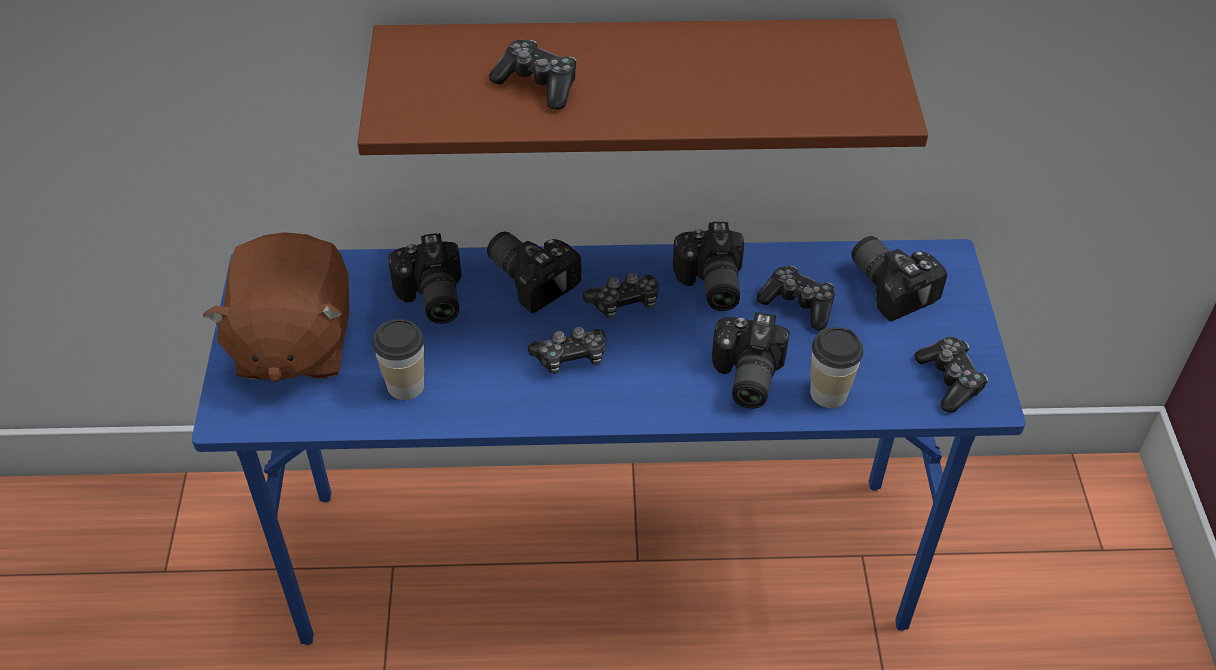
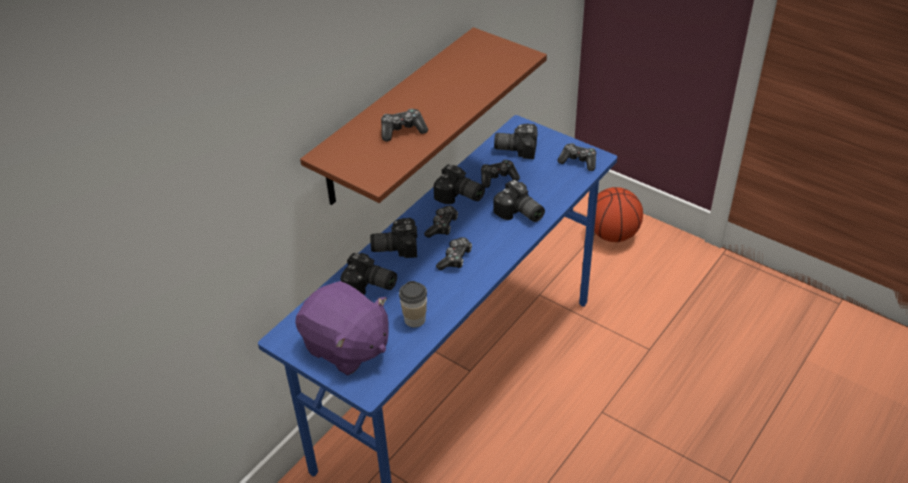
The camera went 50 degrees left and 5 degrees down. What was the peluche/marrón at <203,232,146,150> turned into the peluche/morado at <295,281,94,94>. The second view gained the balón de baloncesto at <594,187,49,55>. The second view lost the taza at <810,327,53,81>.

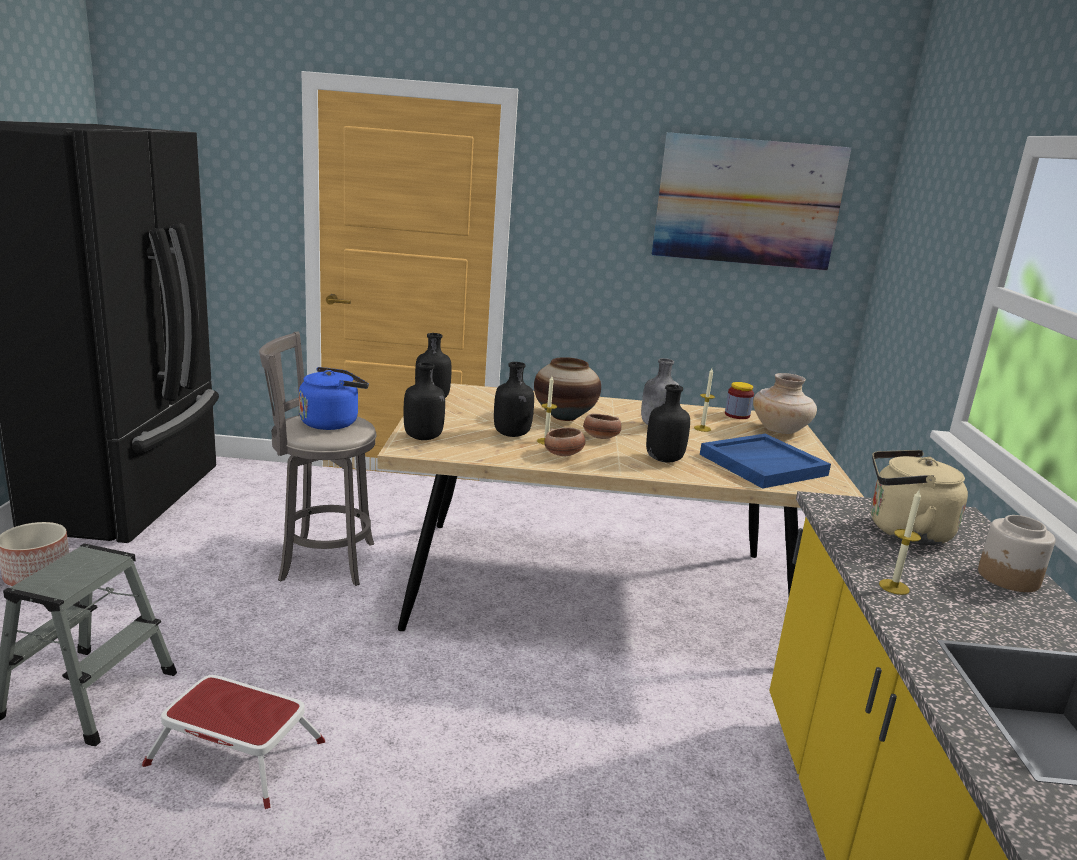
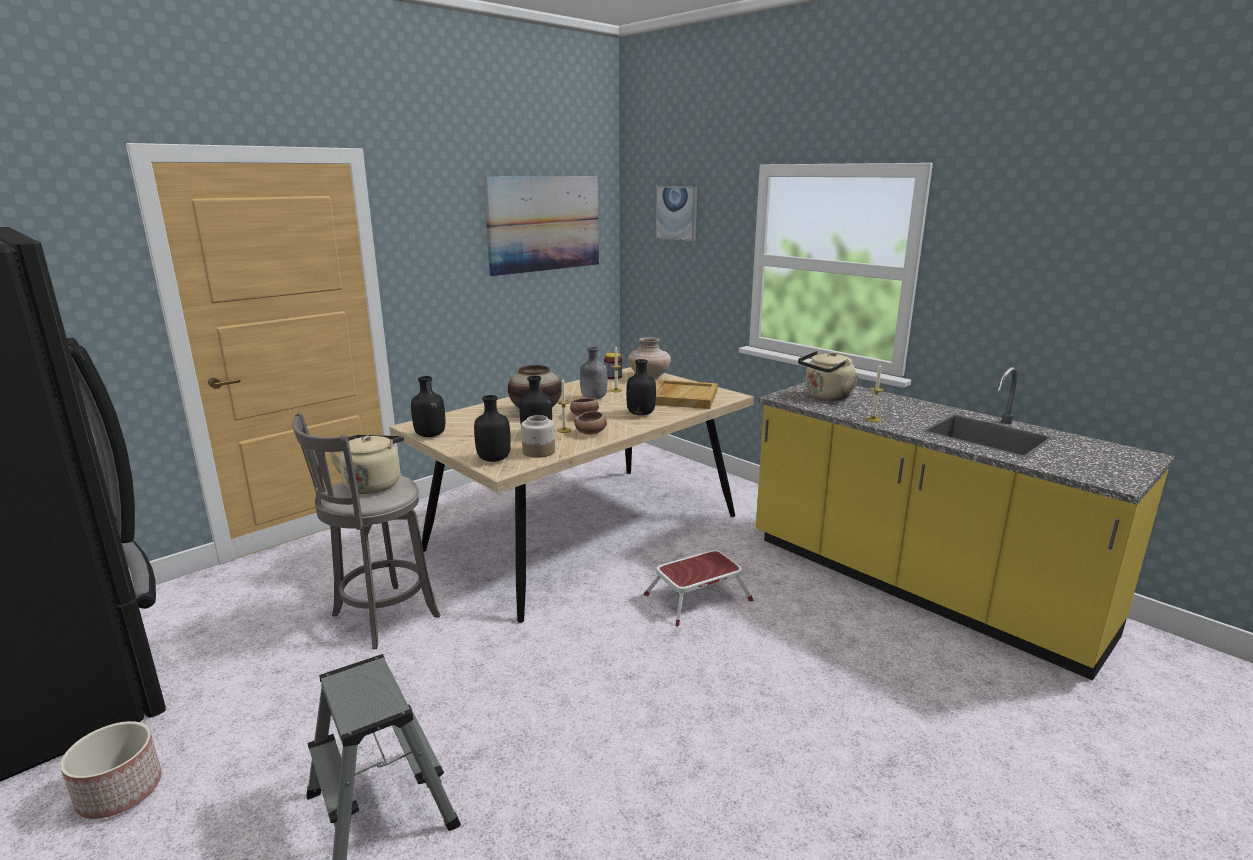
The camera went 45 degrees left and 0 degrees up. What was the hervidor/azul at <299,367,70,63> turned into the hervidor/beis at <329,435,75,59>. The tarro ended up elsewhere, having gone from <978,515,77,77> to <521,415,34,43>. The escalera de tijera/rojo ended up elsewhere, having gone from <142,675,183,134> to <644,550,109,77>. What was the bandeja/azul at <700,434,131,55> turned into the bandeja/beis at <655,380,63,29>. The second view gained the cuadro at <656,186,41,56>.

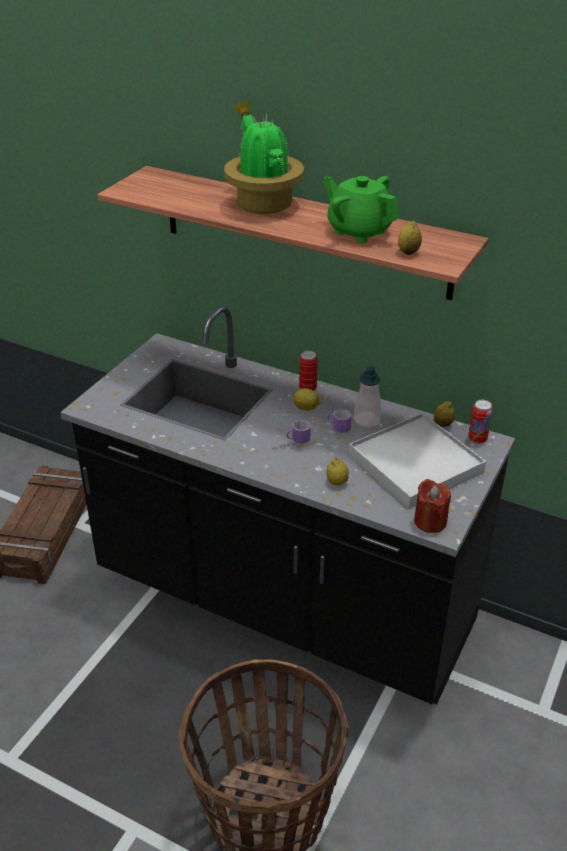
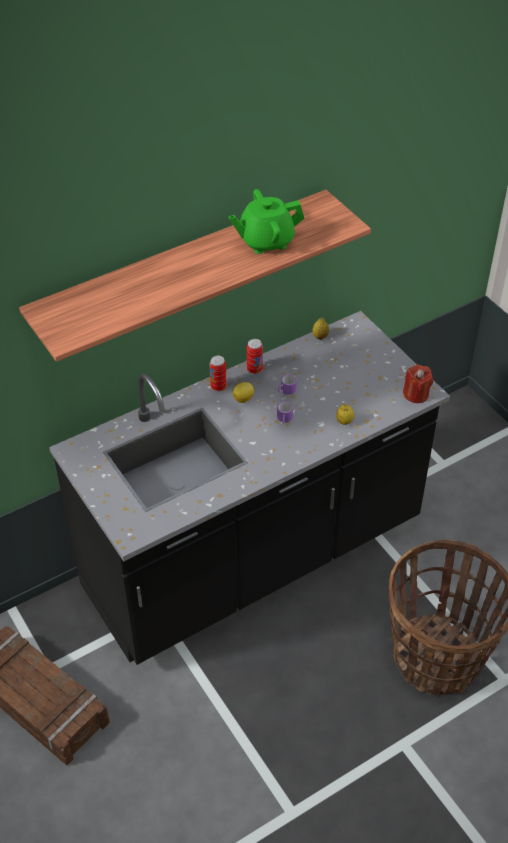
The camera went 60 degrees left and 10 degrees up. The lata ended up elsewhere, having gone from <468,400,24,44> to <247,339,16,35>. The second view lost the planta en maceta at <224,101,80,113>. The second view lost the bandeja/blanco at <349,413,137,96>. The second view lost the dispensador de jabón at <354,366,27,61>. The second view lost the limón at <398,221,24,34>.

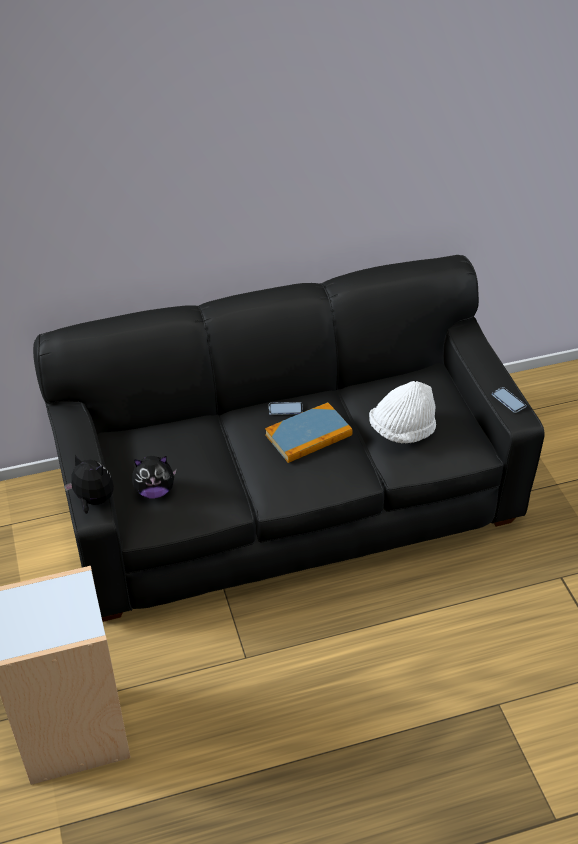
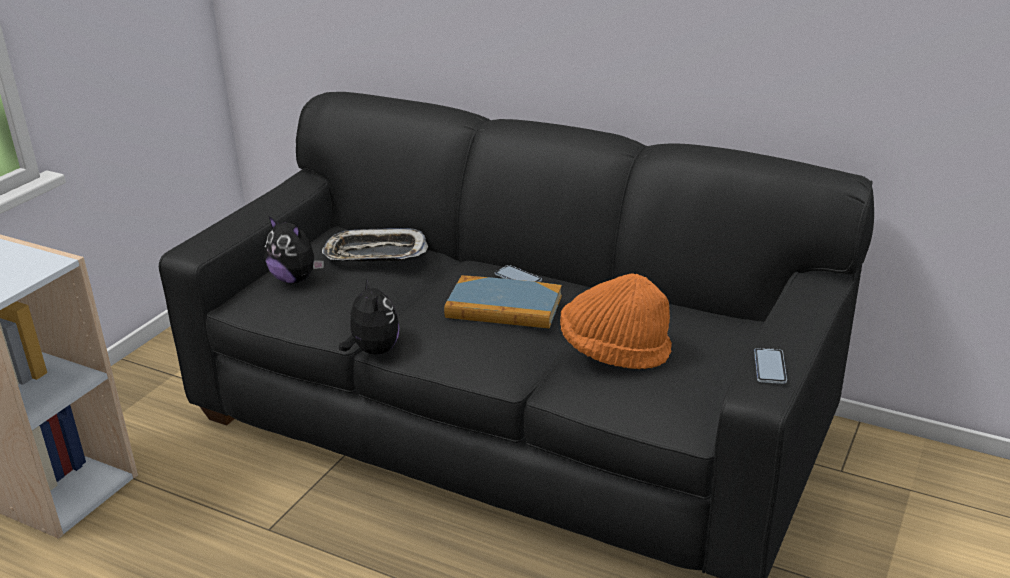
The camera went 45 degrees right and 15 degrees down. The second view gained the bandeja at <322,228,106,33>. The peluche ended up elsewhere, having gone from <64,455,50,59> to <339,276,61,79>. What was the sombrero/blanco at <369,381,67,62> turned into the sombrero/naranja at <560,273,112,96>.

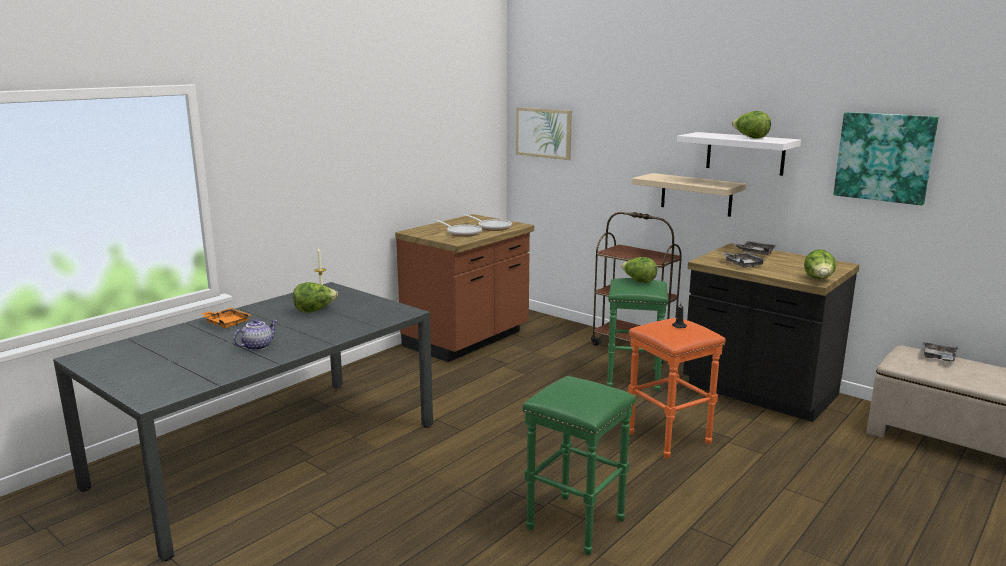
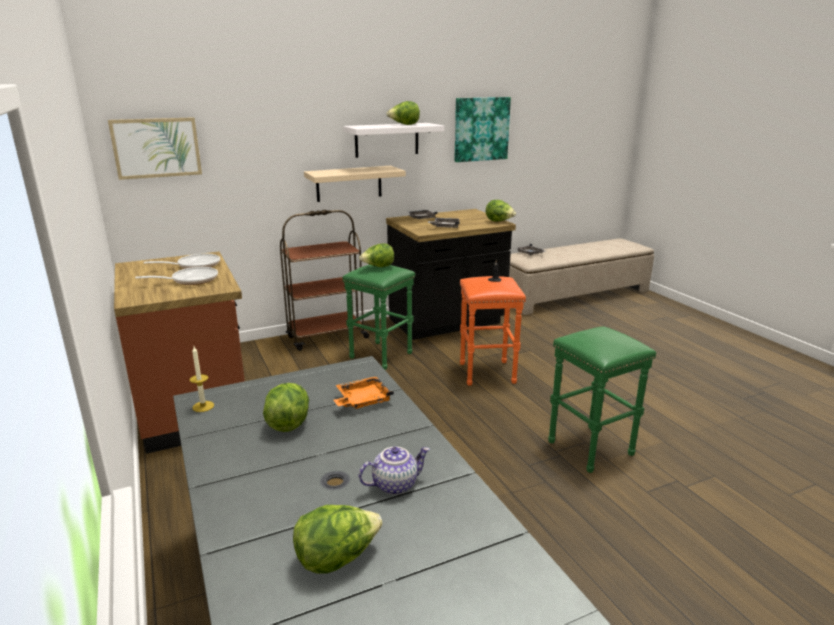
The camera went 65 degrees left and 5 degrees up. The second view gained the lechuga at <293,505,89,68>. The bandeja/naranja ended up elsewhere, having gone from <202,307,49,21> to <333,377,61,32>. The tetera at <233,319,45,31> ended up facing another way, 90 degrees clockwise from before.

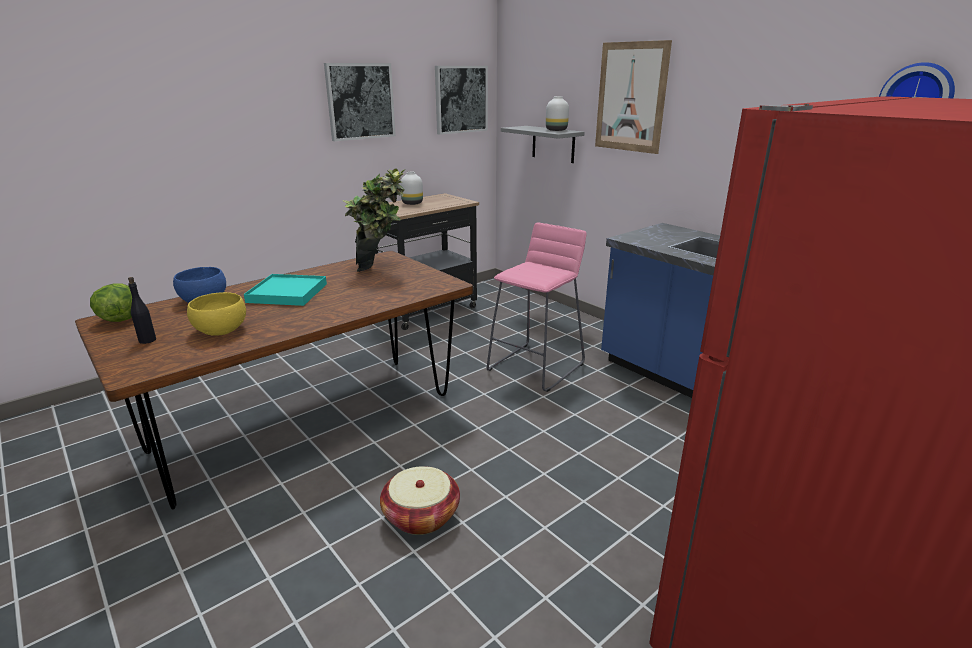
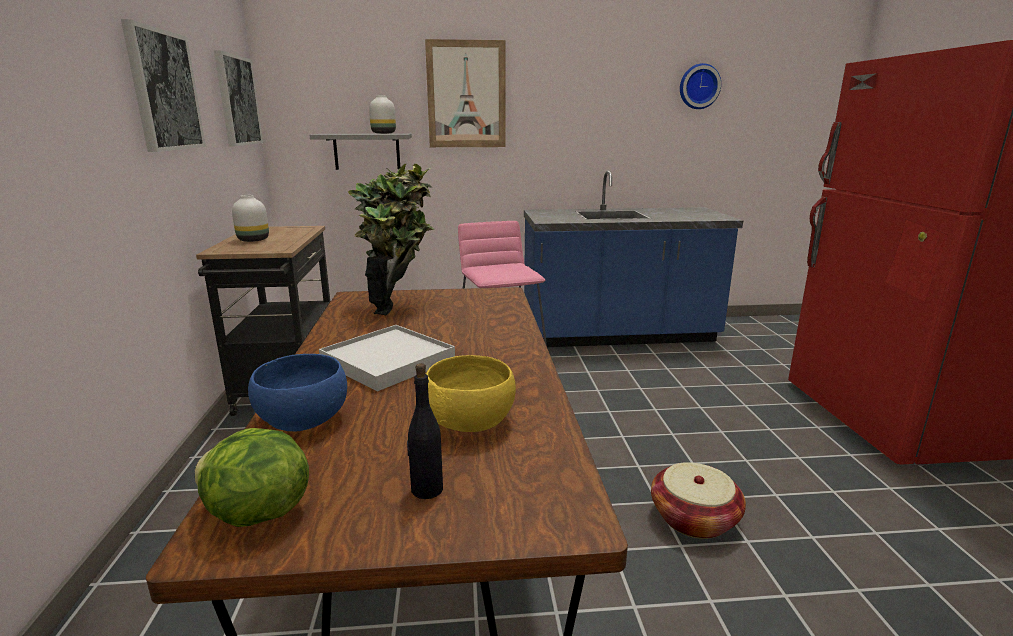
The camera went 55 degrees left and 5 degrees down. What was the bandeja/turquesa at <244,274,83,32> turned into the bandeja/blanco at <319,325,136,66>.

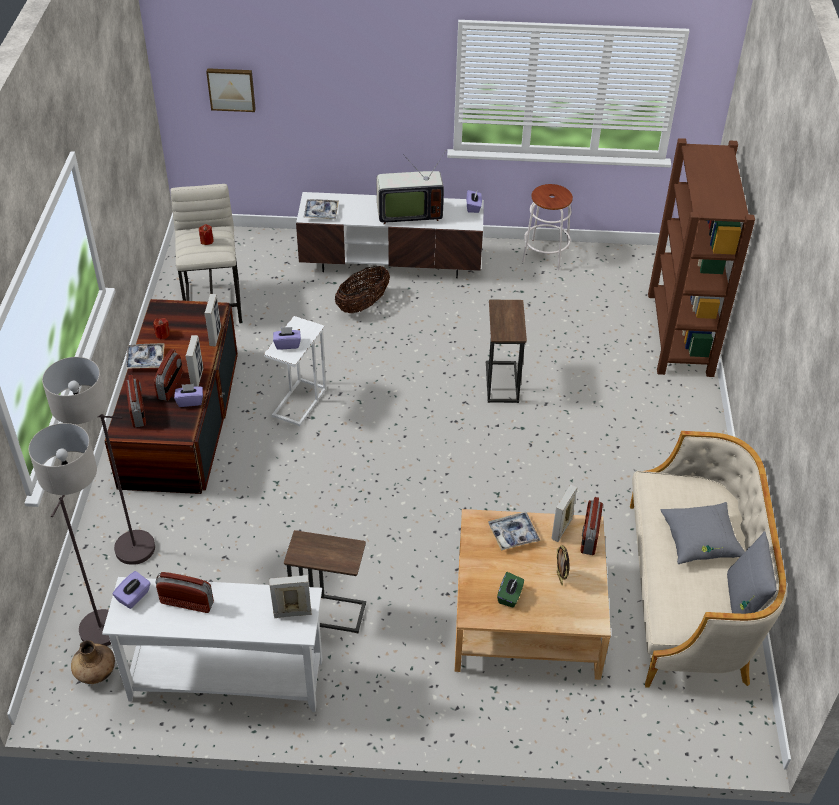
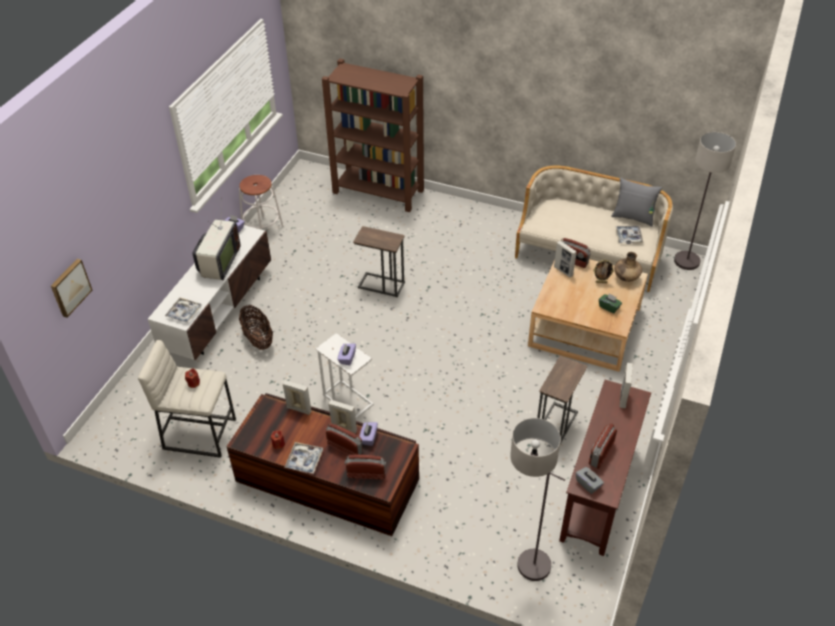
The camera went 70 degrees left and 0 degrees up. What was the mesa consola/blanco at <102,577,221,135> turned into the mesa consola/marrón at <559,380,92,176>. What was the caja de pañuelos/morado at <113,571,38,38> turned into the caja de pañuelos/gris at <575,467,29,27>. The florero/marrón ended up elsewhere, having gone from <71,640,44,44> to <614,252,28,30>. The bandeja ended up elsewhere, having gone from <488,512,52,39> to <615,226,28,18>. The lámpara de pie/gris ended up elsewhere, having gone from <42,357,113,208> to <674,132,62,138>. The second view lost the cojín/gris at <661,502,84,62>.

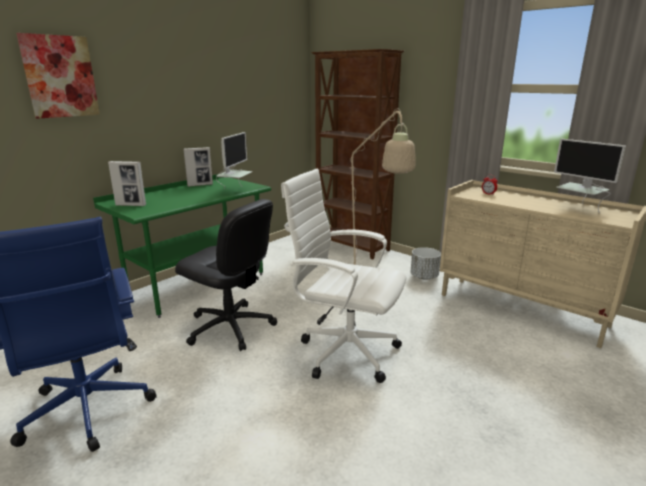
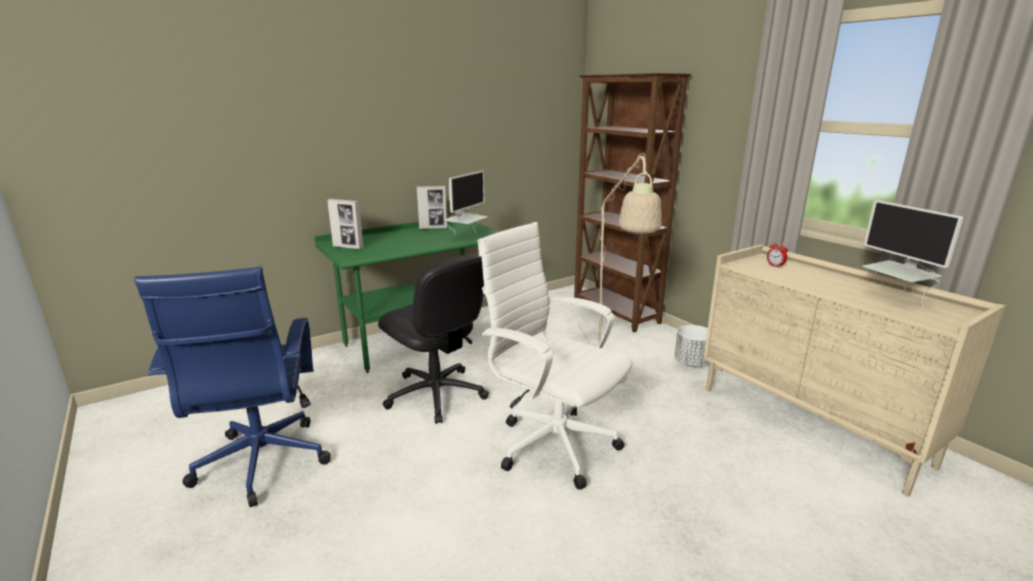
The camera went 15 degrees right and 0 degrees up. The second view lost the cuadro at <16,33,84,86>.

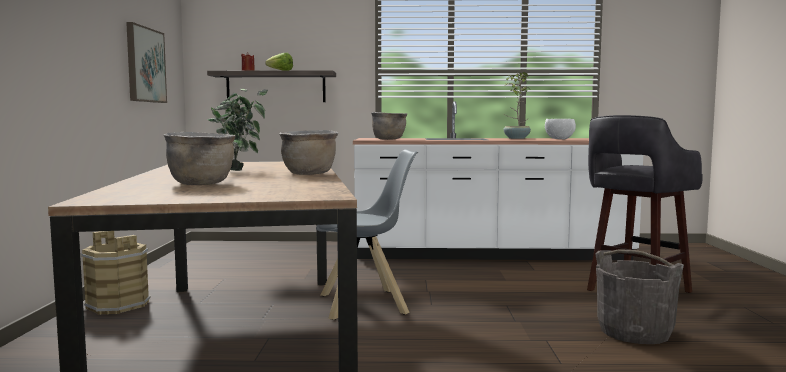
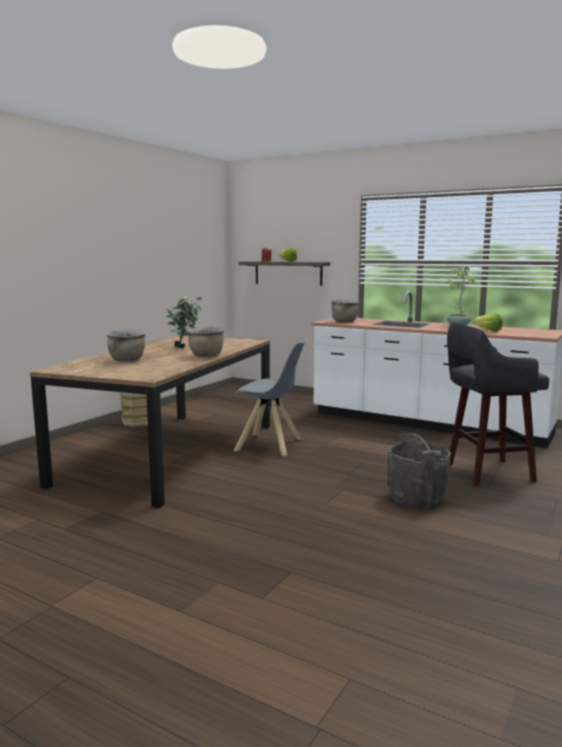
The camera went 30 degrees right and 5 degrees up. Where the cuenco/blanco stood at <545,119,31,20>, the lechuga came to stand at <473,314,30,18>. The second view lost the cuadro at <126,22,41,81>.

